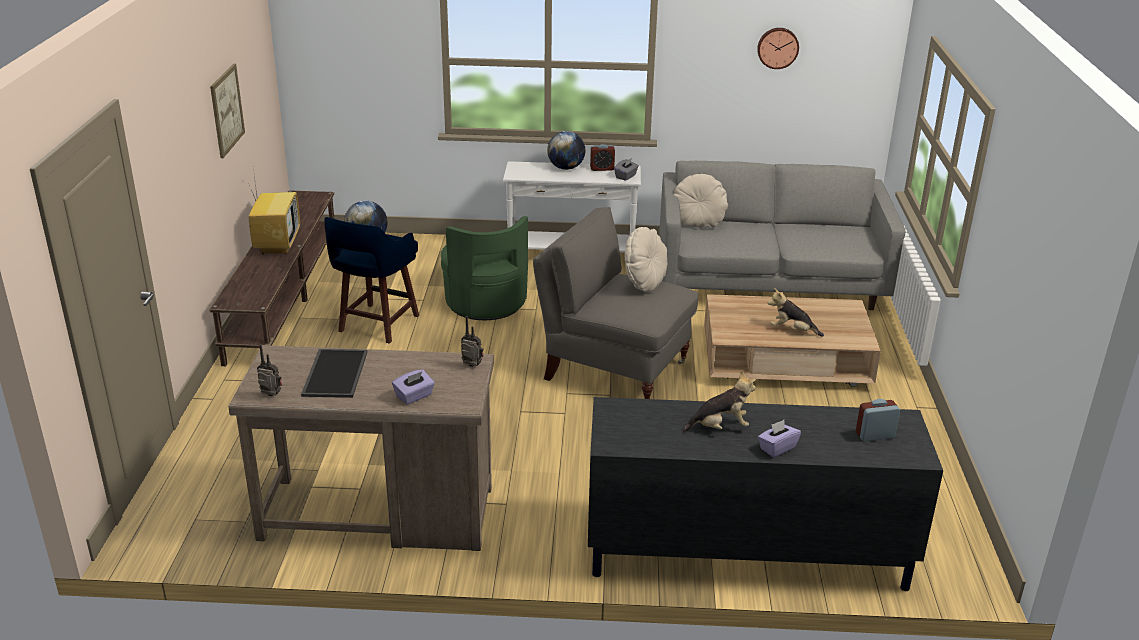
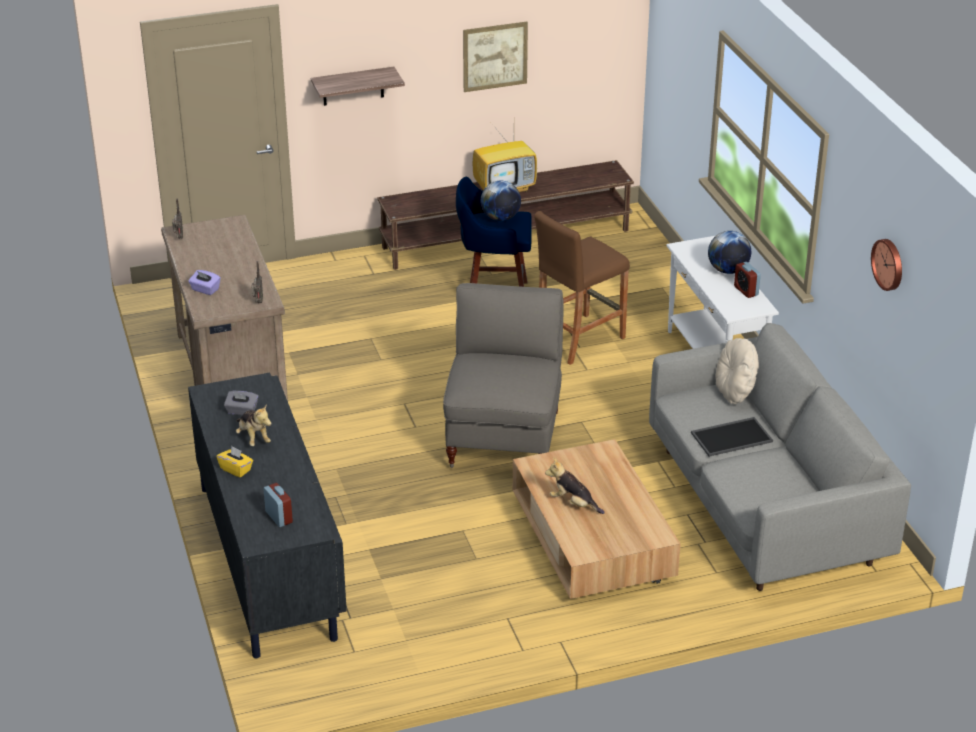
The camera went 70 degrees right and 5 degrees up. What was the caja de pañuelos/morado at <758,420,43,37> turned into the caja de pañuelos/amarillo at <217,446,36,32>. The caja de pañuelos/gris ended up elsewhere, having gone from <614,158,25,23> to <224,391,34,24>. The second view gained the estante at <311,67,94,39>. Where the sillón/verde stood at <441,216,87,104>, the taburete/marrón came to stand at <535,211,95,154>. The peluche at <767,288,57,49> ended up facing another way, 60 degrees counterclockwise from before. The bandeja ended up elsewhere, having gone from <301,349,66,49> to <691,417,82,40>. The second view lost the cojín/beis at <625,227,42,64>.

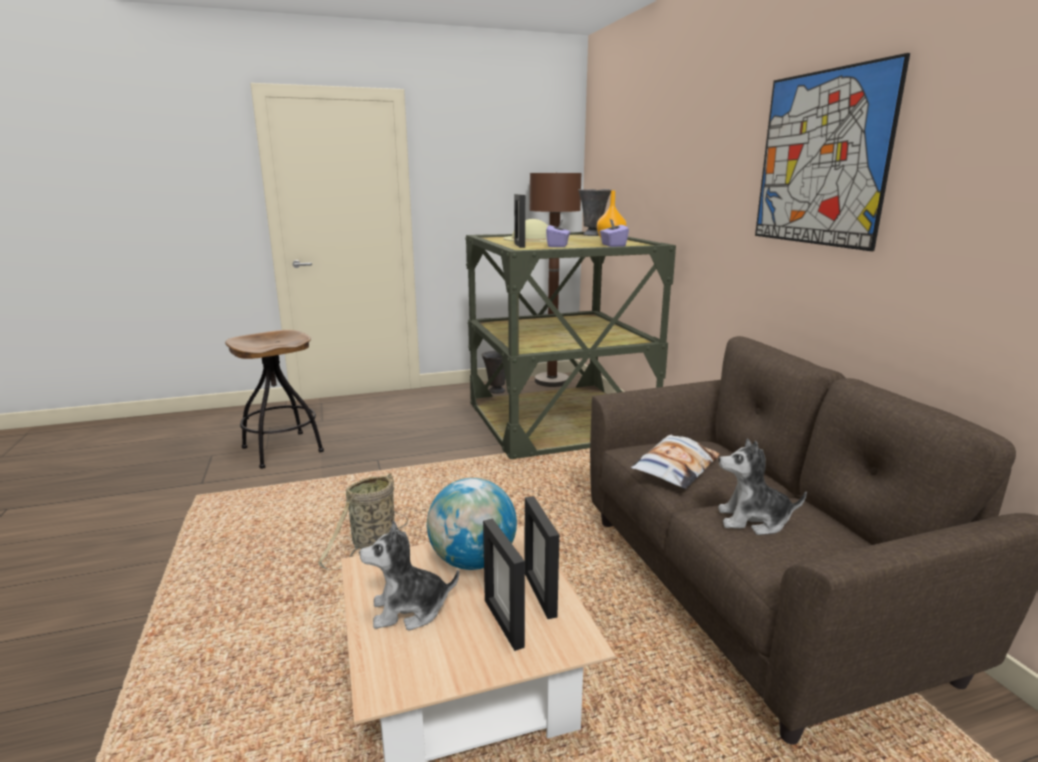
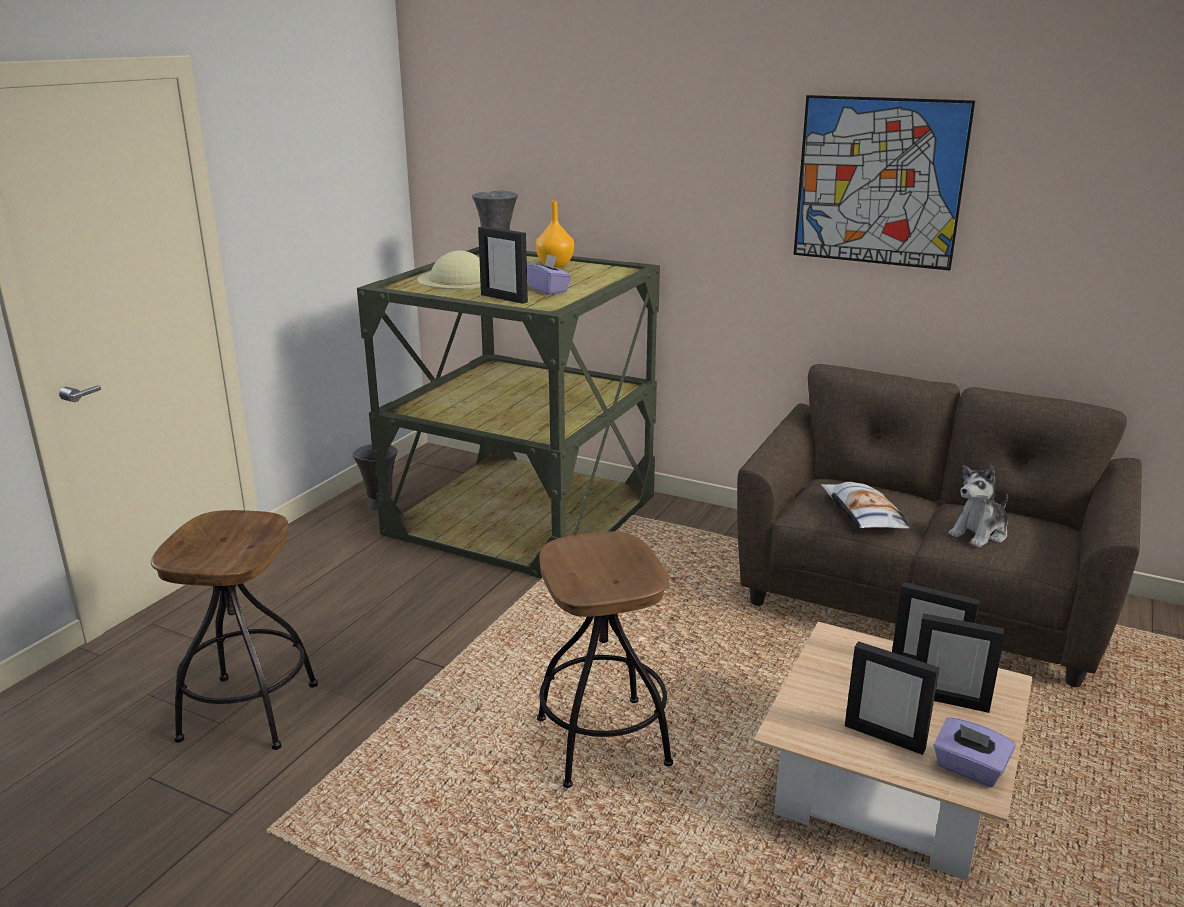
The camera went 45 degrees left and 5 degrees up. Where the cesta stood at <318,473,90,97>, the taburete/marrón came to stand at <537,531,136,257>. Where the peluche stood at <359,520,100,111>, the portarretratos came to stand at <845,641,94,114>. The caja de pañuelos/morado ended up elsewhere, having gone from <600,219,29,28> to <933,717,83,70>. The second view lost the globo terráqueo at <427,478,90,92>. The second view lost the lámpara de pie/marrón at <529,172,52,215>.

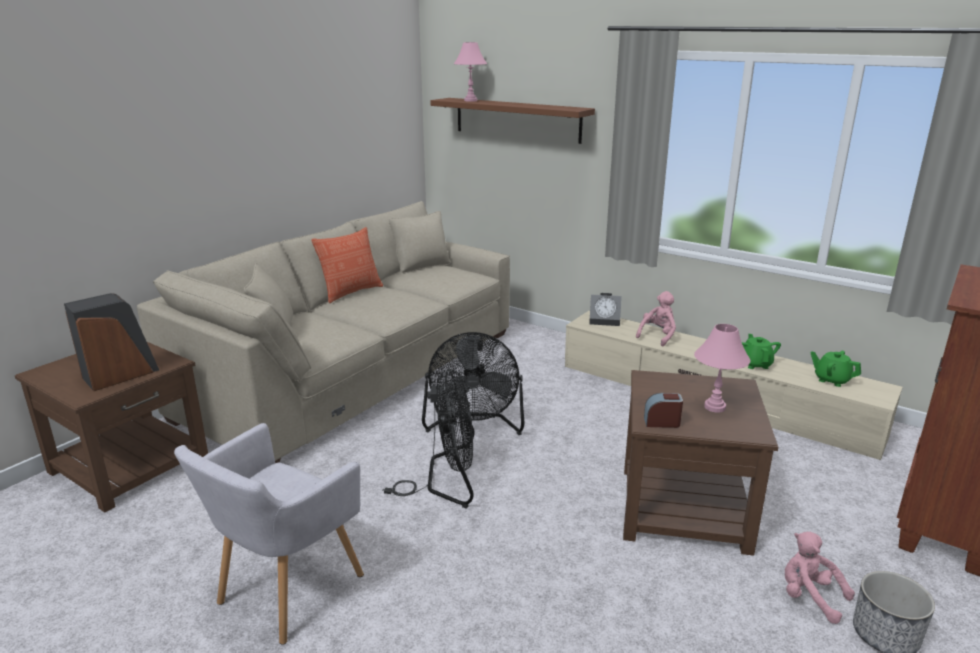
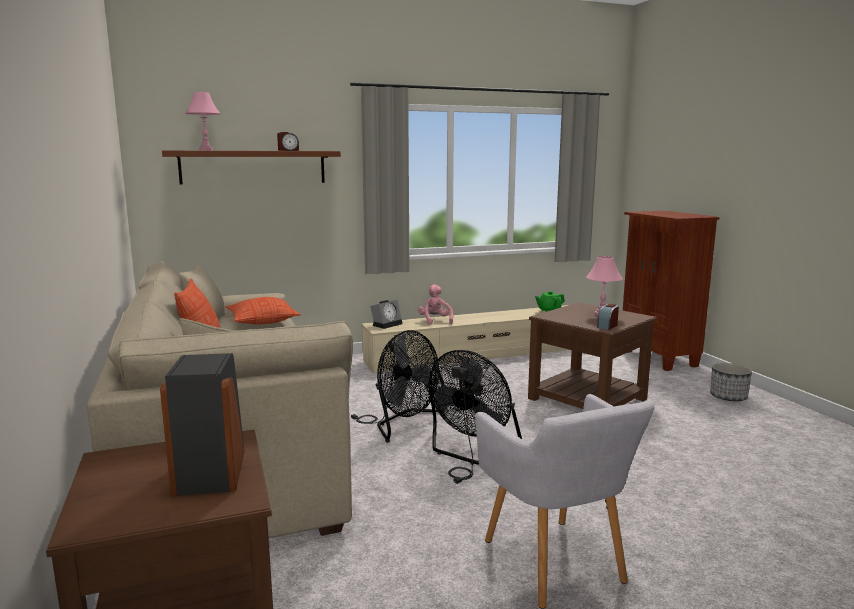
The camera went 55 degrees left and 10 degrees down. The second view gained the cojín/naranja at <226,297,75,27>. The second view gained the despertador at <277,132,22,19>. The second view lost the tetera/verde at <742,334,39,35>. The second view lost the peluche/rosa at <785,532,70,92>.

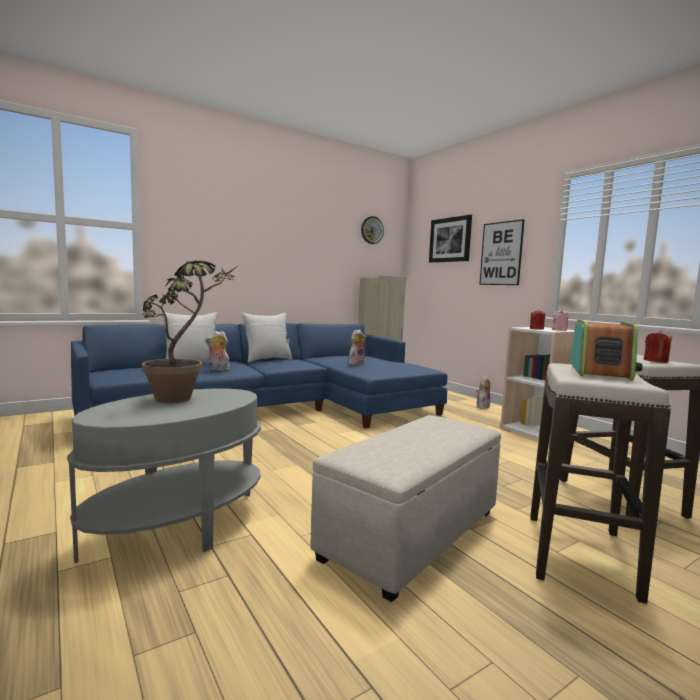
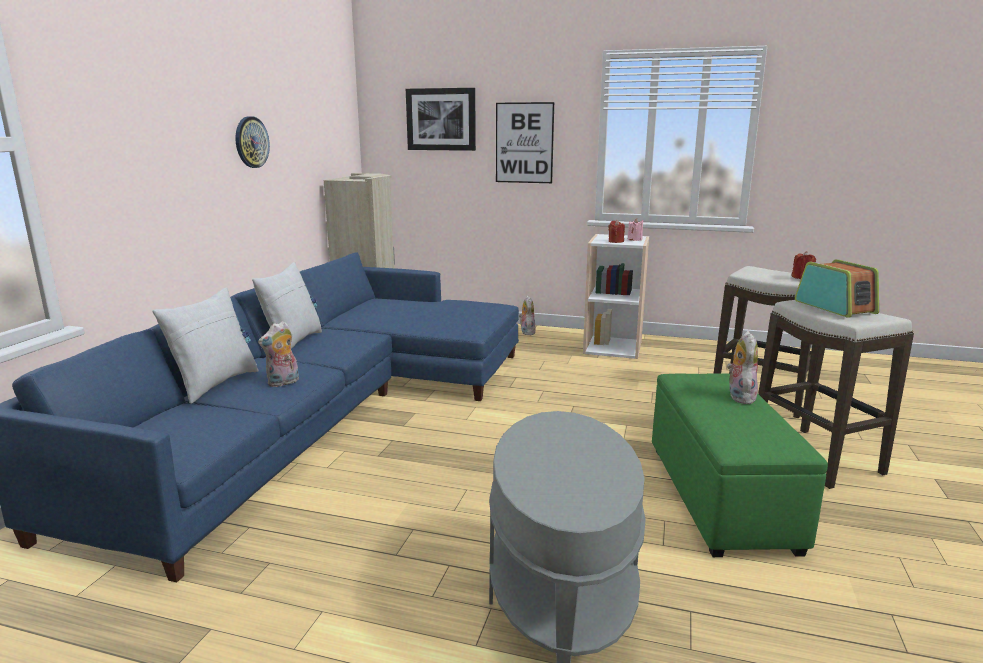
The camera went 40 degrees left and 10 degrees up. The reloj de pared ended up elsewhere, having gone from <361,216,23,28> to <235,116,35,52>. What was the puf/beis at <310,415,191,187> turned into the puf/verde at <652,373,176,184>. The peluche ended up elsewhere, having gone from <349,329,17,36> to <727,331,31,73>. The second view lost the planta en maceta at <142,260,96,143>.

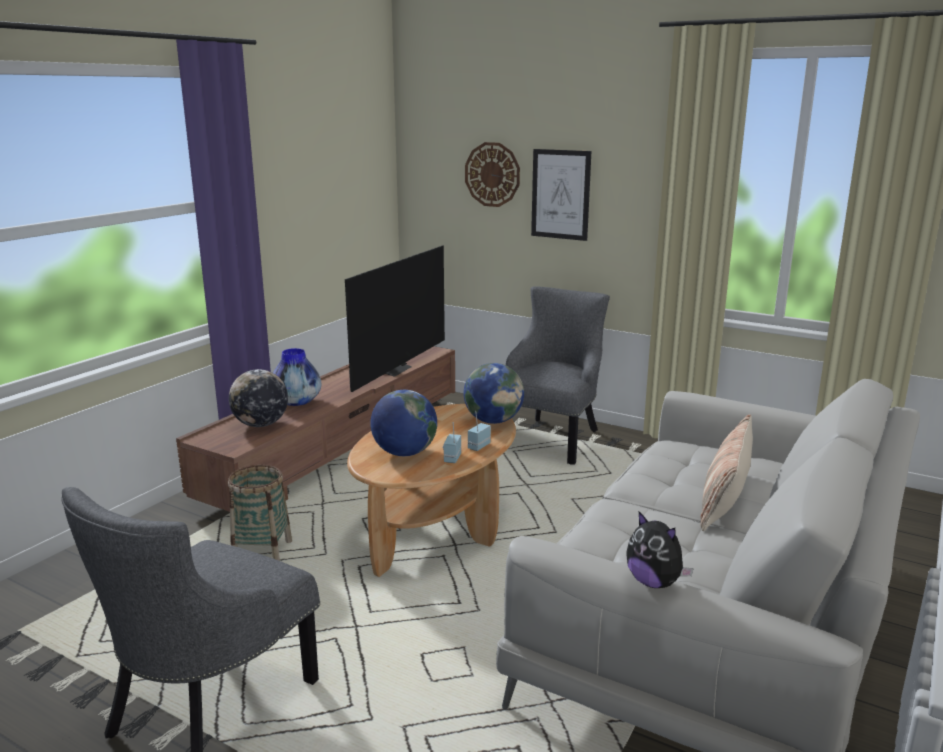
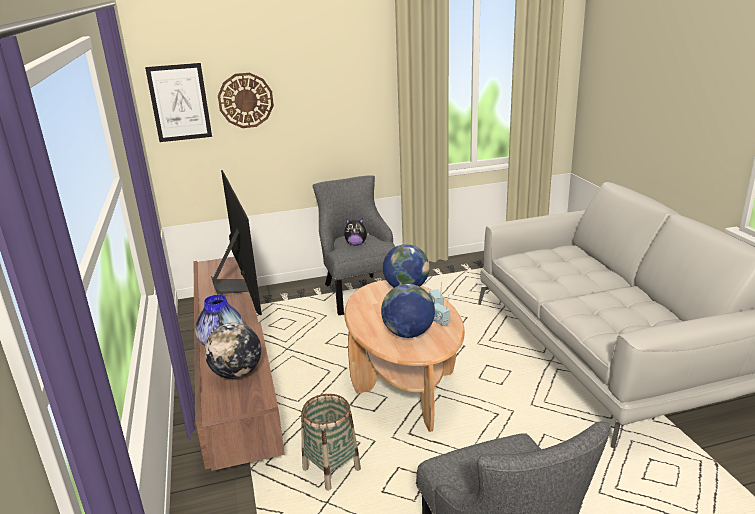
The camera went 45 degrees left and 5 degrees up. The cuadro ended up elsewhere, having gone from <531,149,60,92> to <145,63,67,79>. The peluche ended up elsewhere, having gone from <627,512,67,76> to <344,218,25,28>. The second view lost the cojín at <700,414,53,117>.

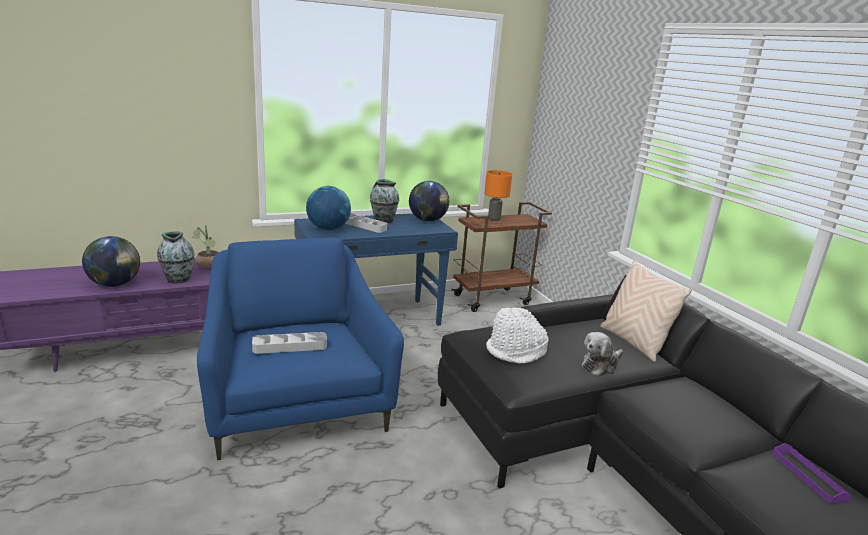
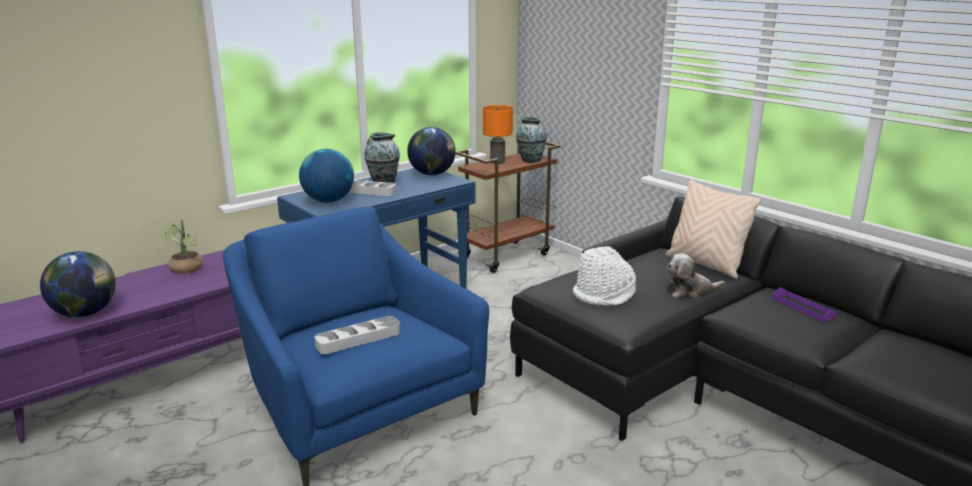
The camera went 15 degrees left and 0 degrees up. The florero ended up elsewhere, having gone from <157,231,38,52> to <516,117,31,46>. The peluche at <582,332,41,44> ended up facing another way, 45 degrees clockwise from before. The bandeja/morado ended up elsewhere, having gone from <772,443,80,61> to <772,287,65,35>.

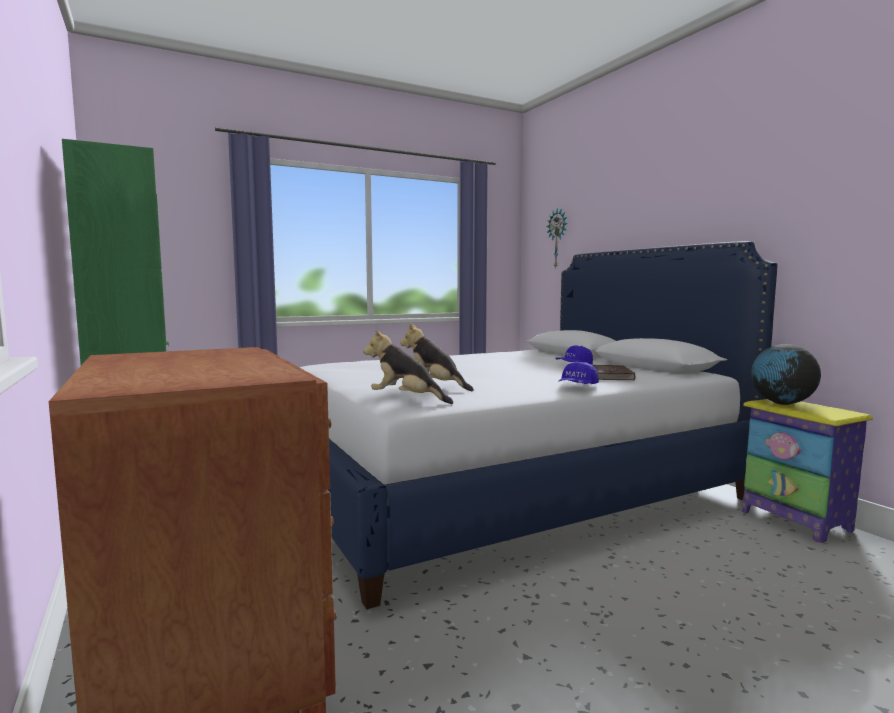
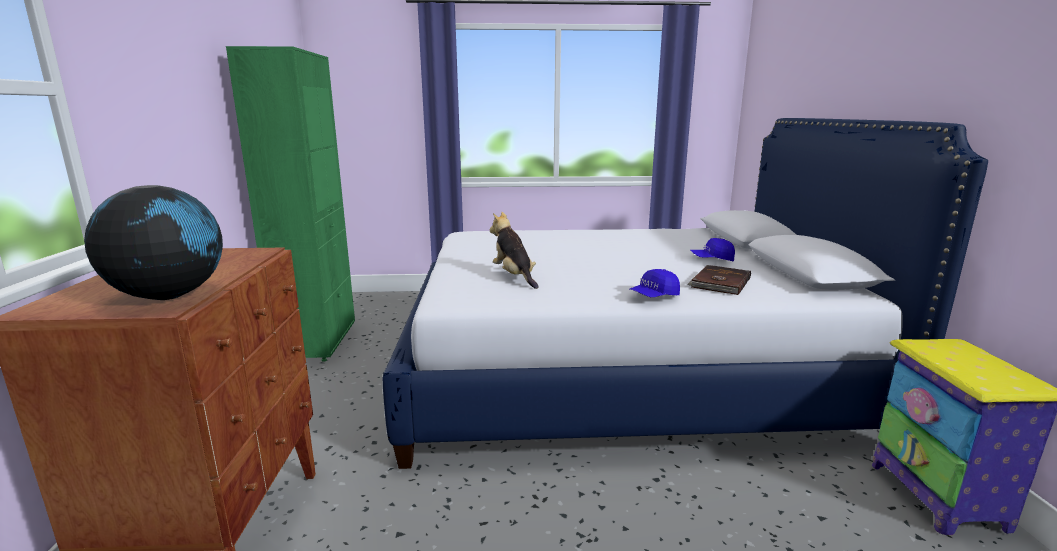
The camera went 25 degrees right and 10 degrees up. The globo terráqueo ended up elsewhere, having gone from <751,344,70,61> to <84,185,139,115>. The second view lost the peluche at <364,329,90,75>. The second view lost the reloj de pared at <547,208,21,60>.

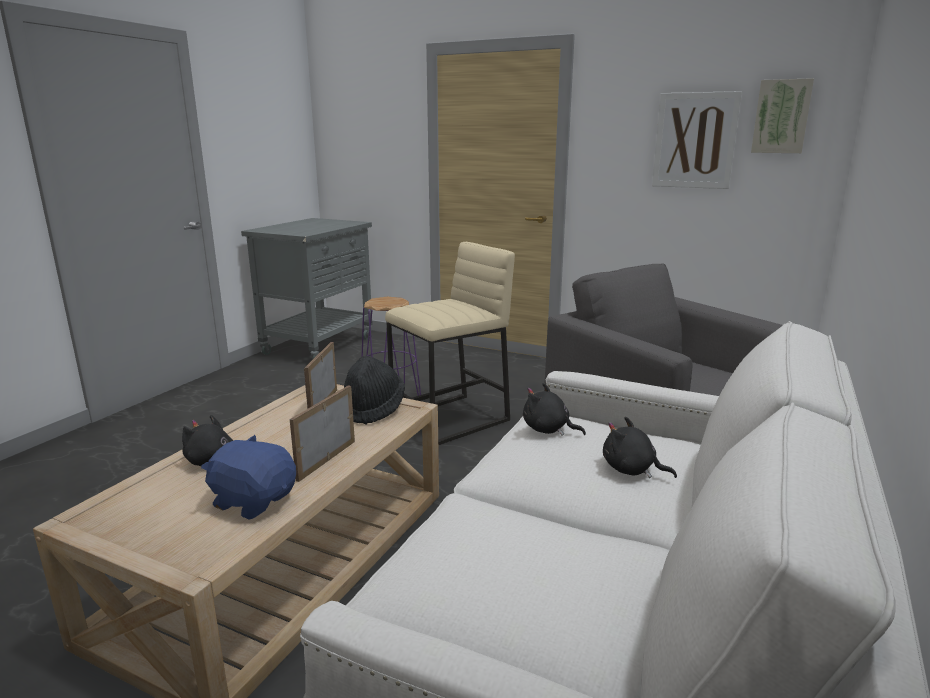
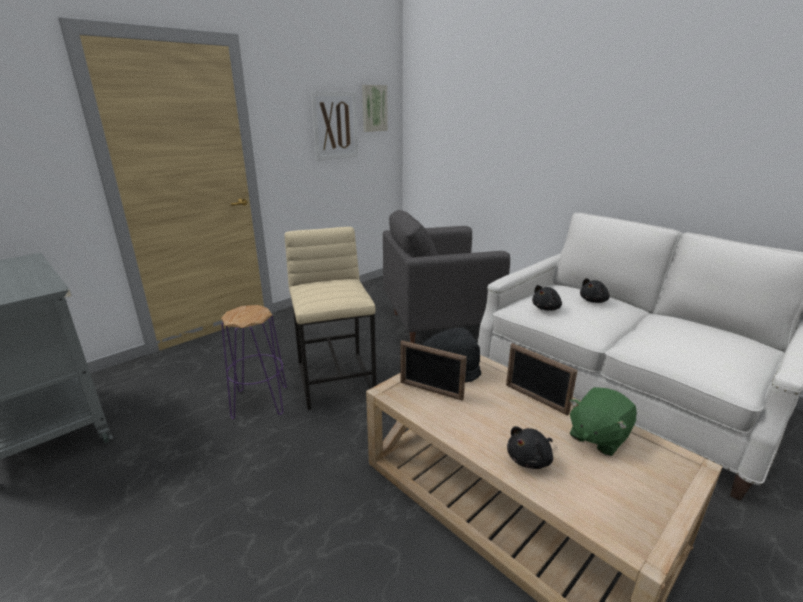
The camera went 70 degrees left and 5 degrees up. What was the peluche/azul at <201,435,95,85> turned into the peluche/verde at <570,387,67,69>.

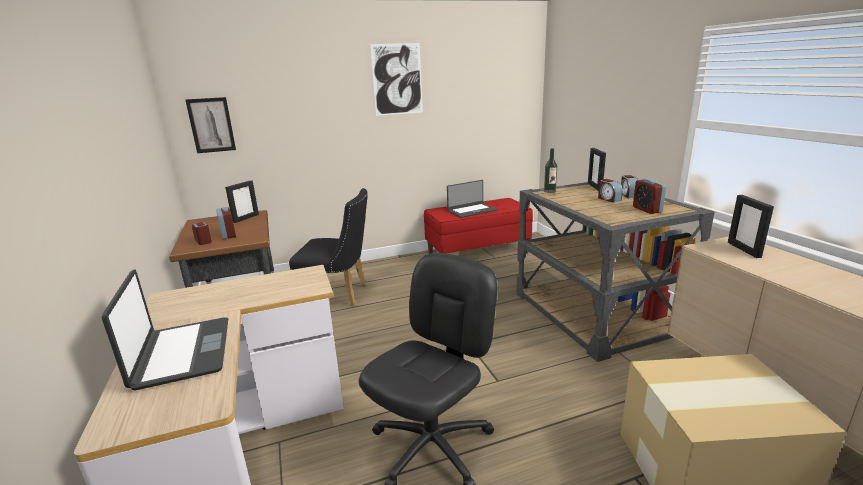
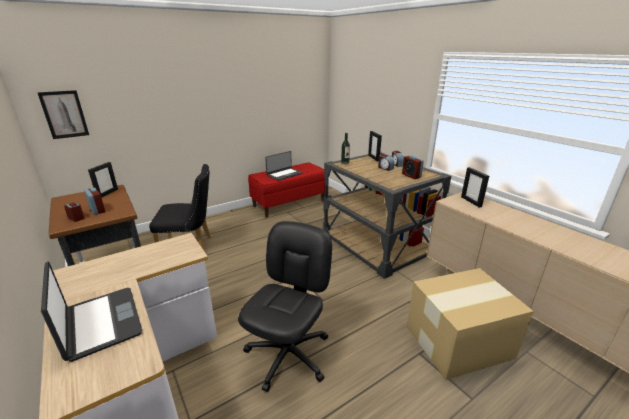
The camera went 15 degrees left and 5 degrees up. The second view lost the cuadro at <370,43,53,73>.

